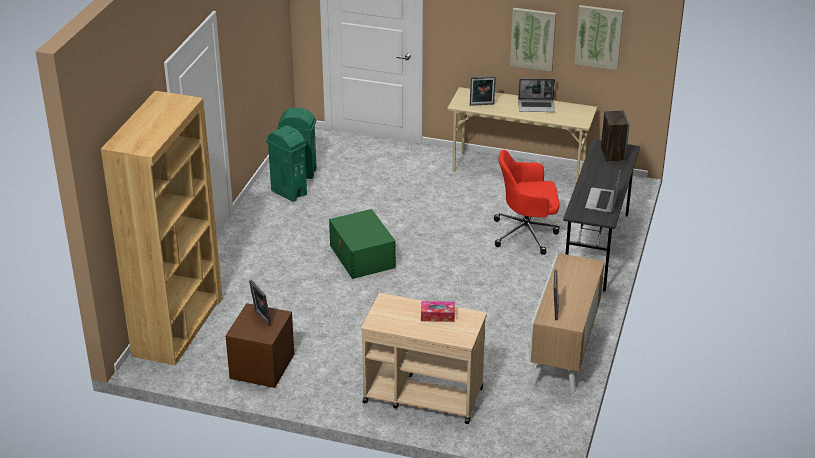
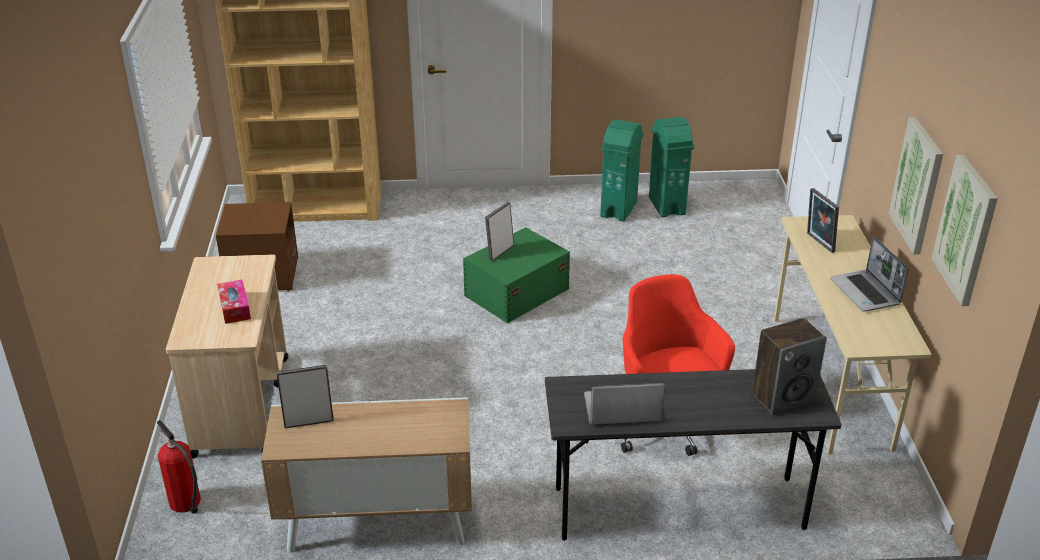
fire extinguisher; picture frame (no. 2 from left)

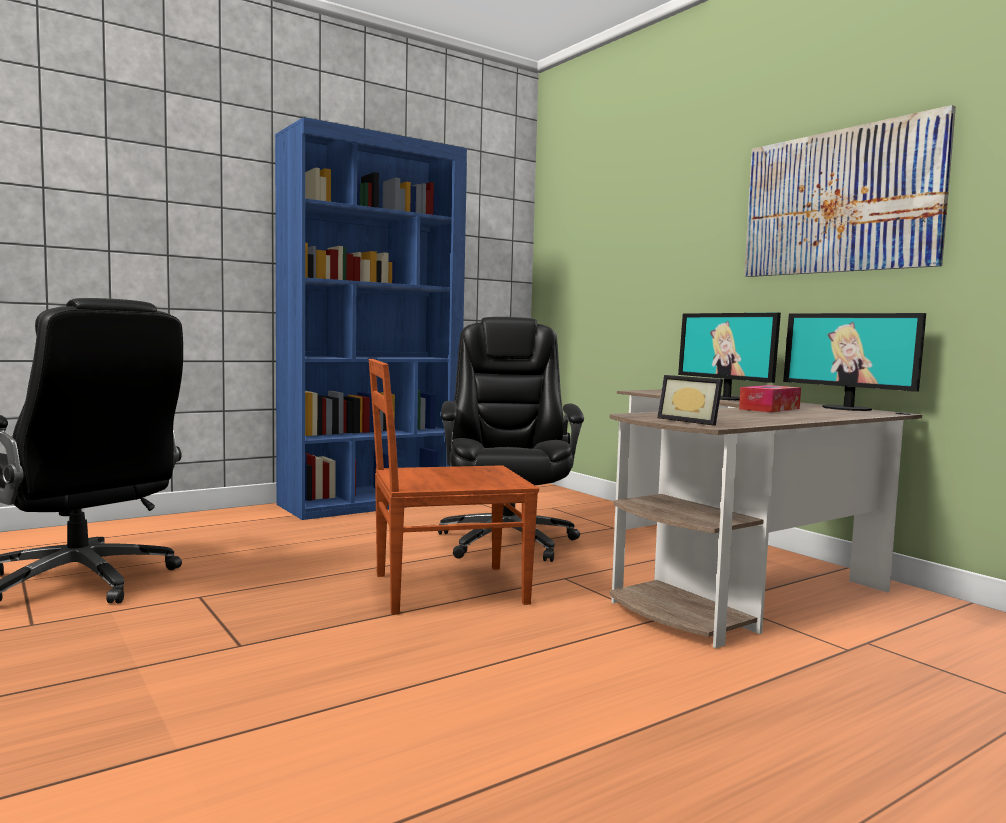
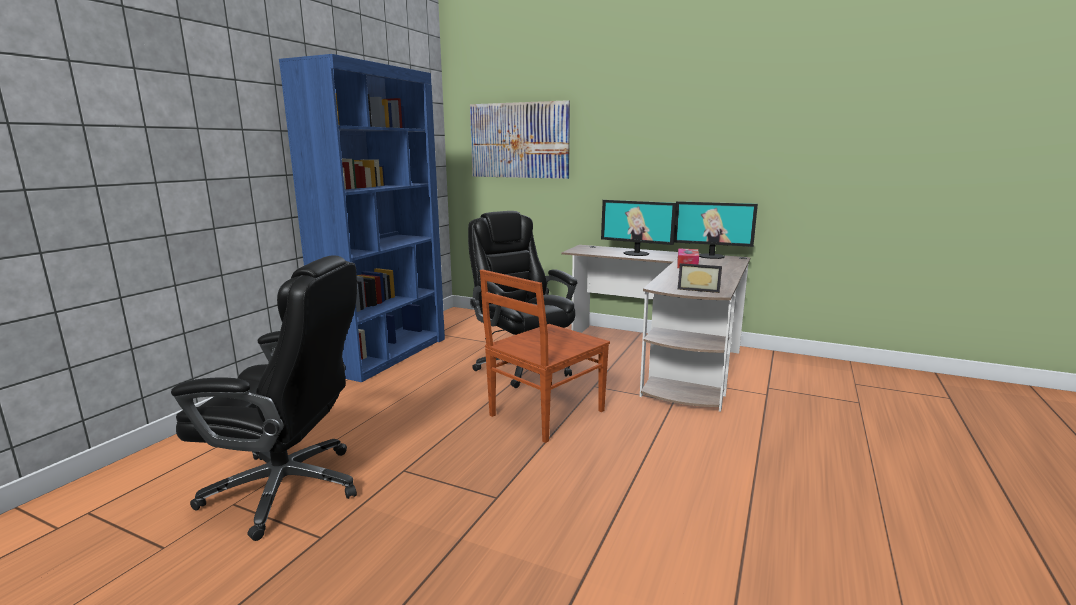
picture

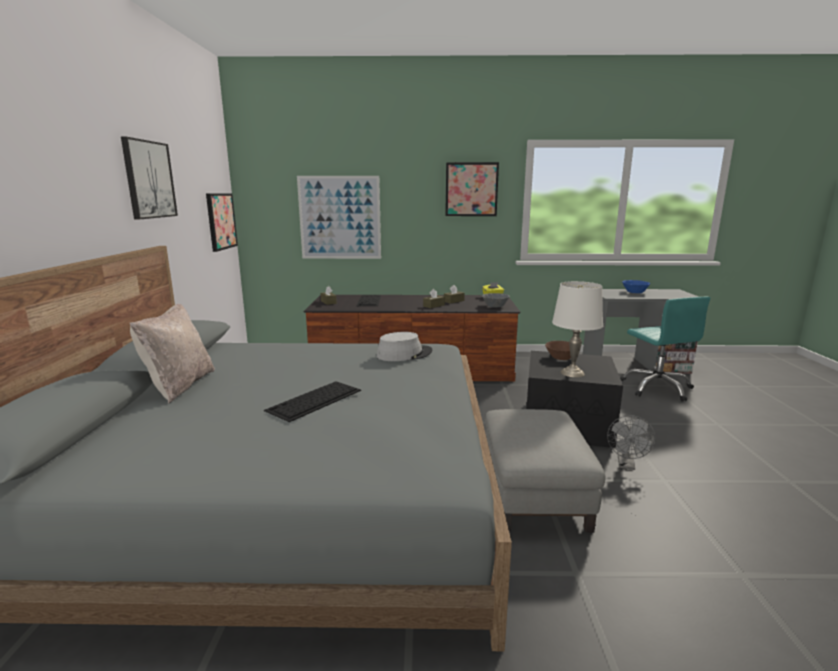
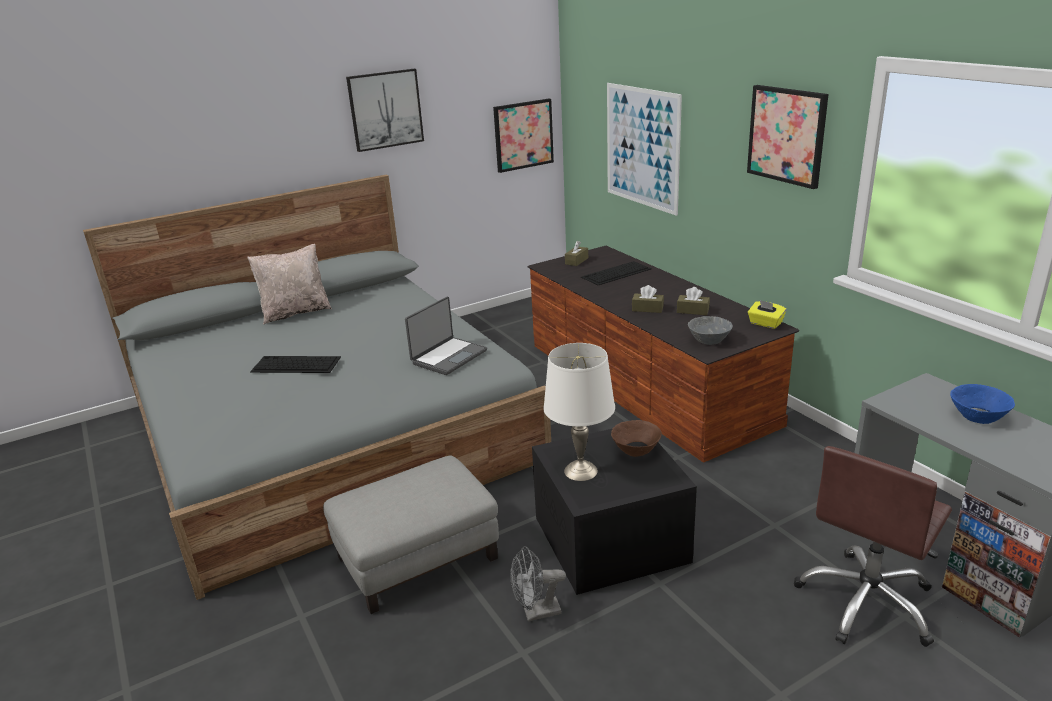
laptop; office chair in brown

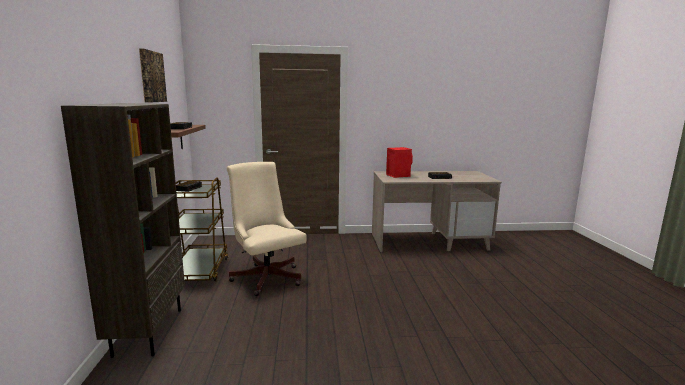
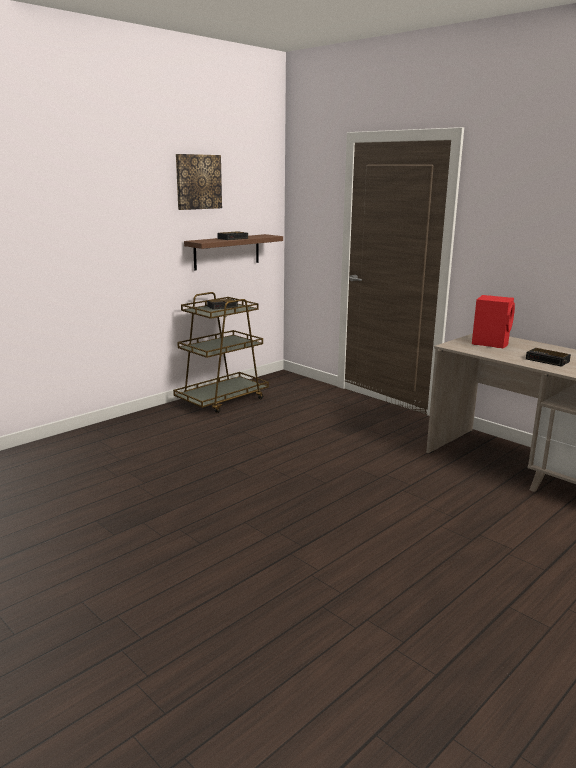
bookcase in brown; office chair in beige

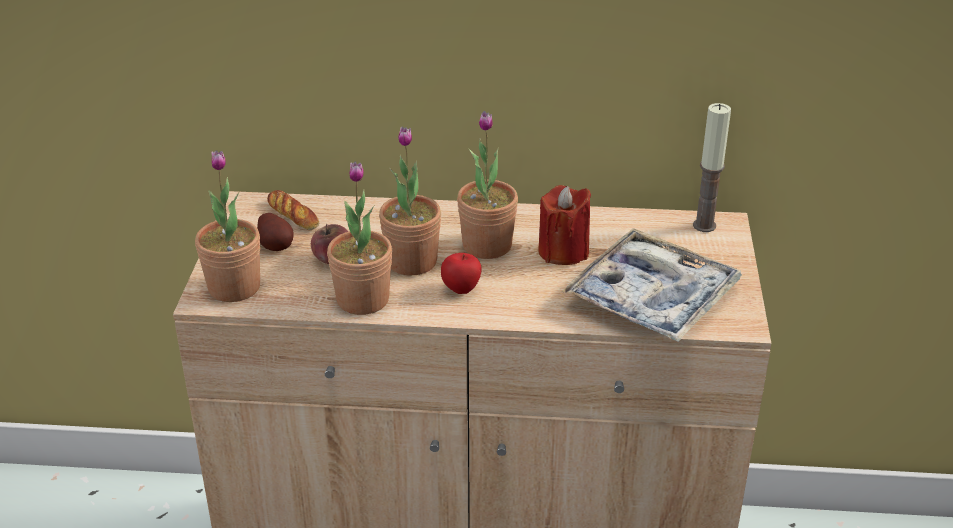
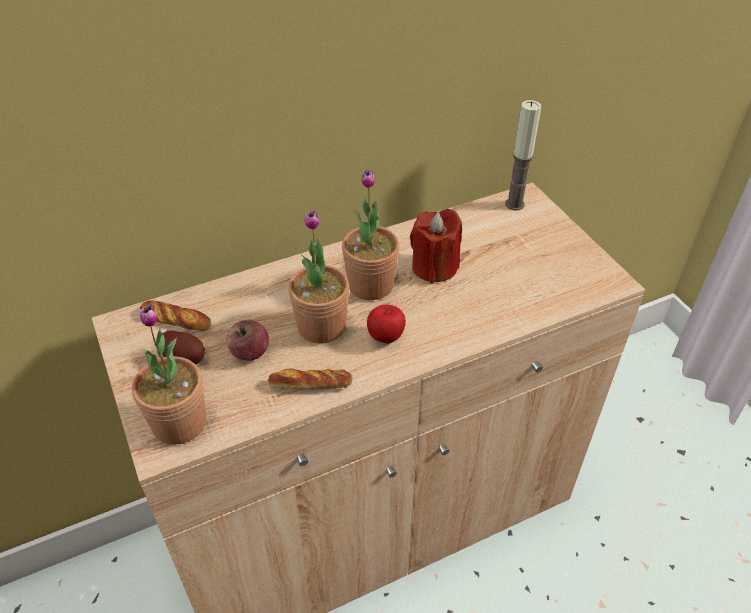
bread (no. 2 from left); tray

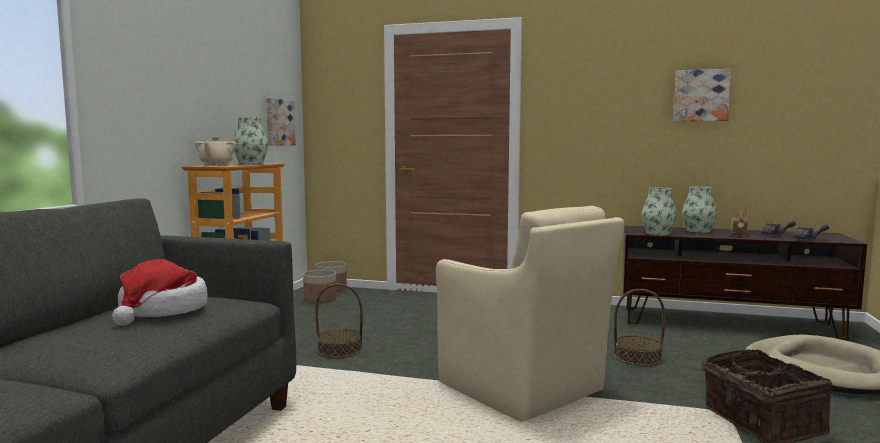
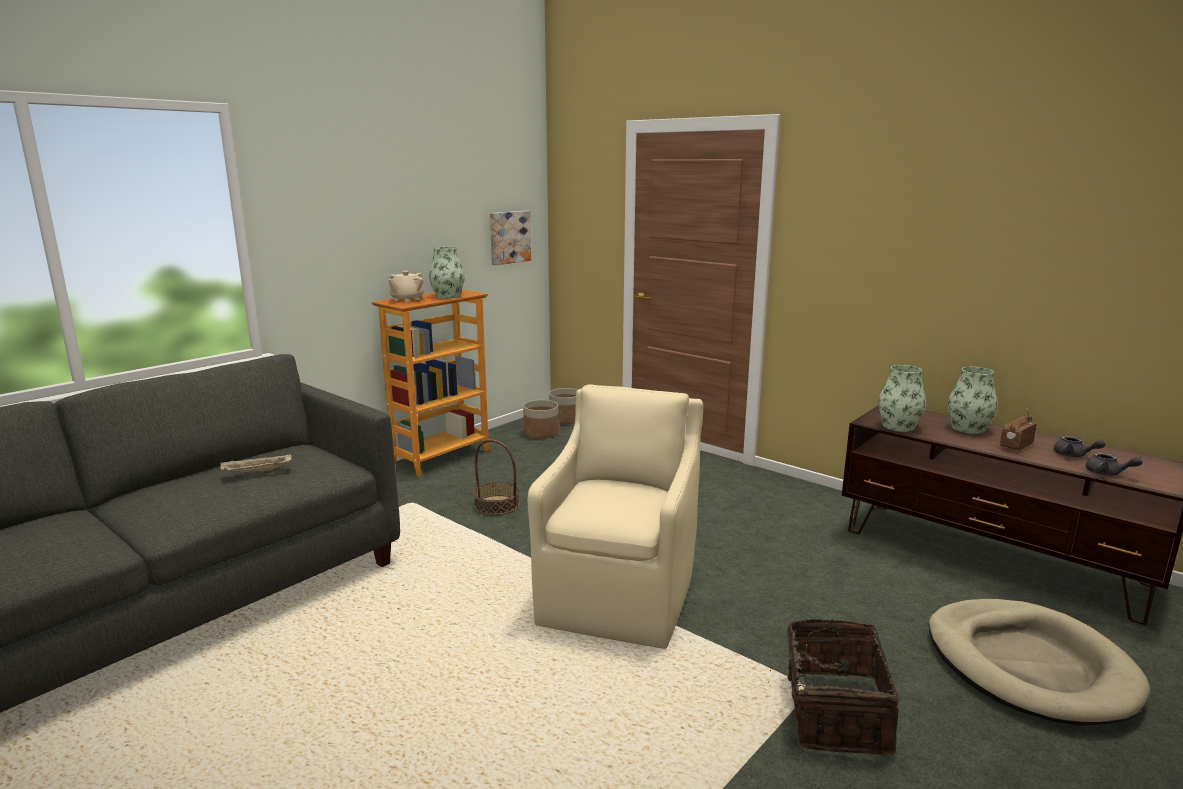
tray in beige; armchair in beige; basket (no. 2 from left in the first image); picture (no. 2 from left in the first image)

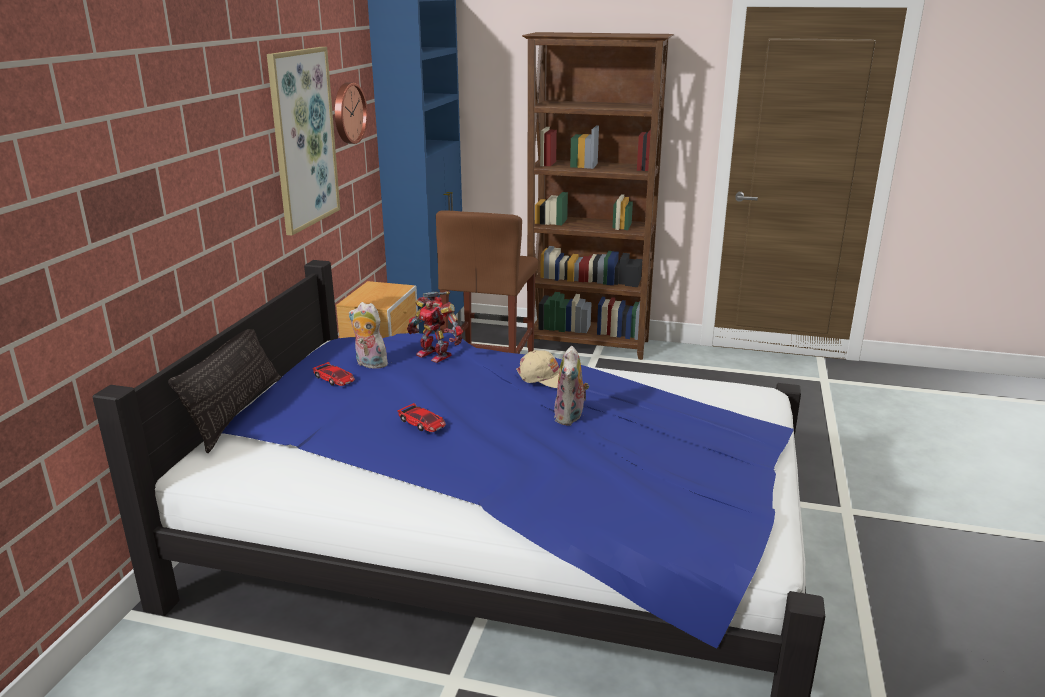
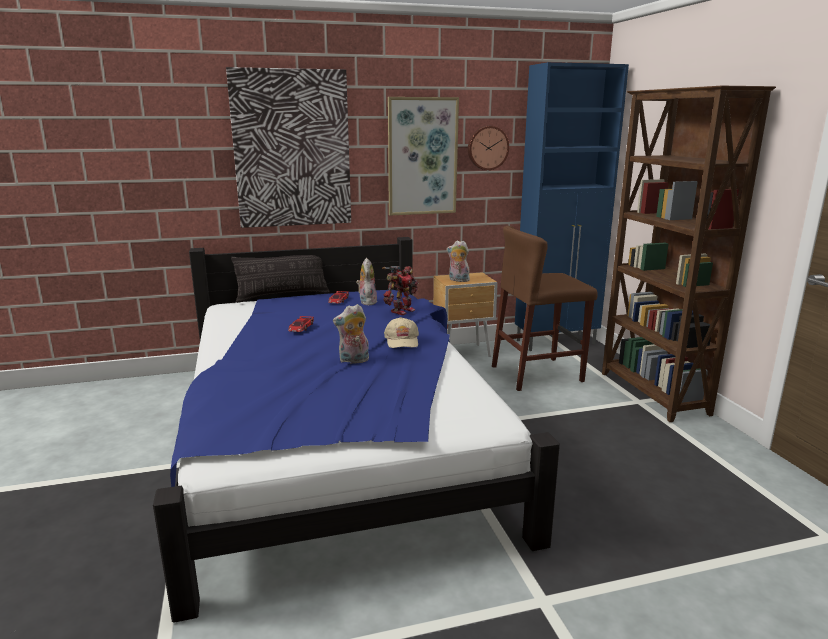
picture (no. 1 from left); toy robot; plush toy (no. 3 from left)

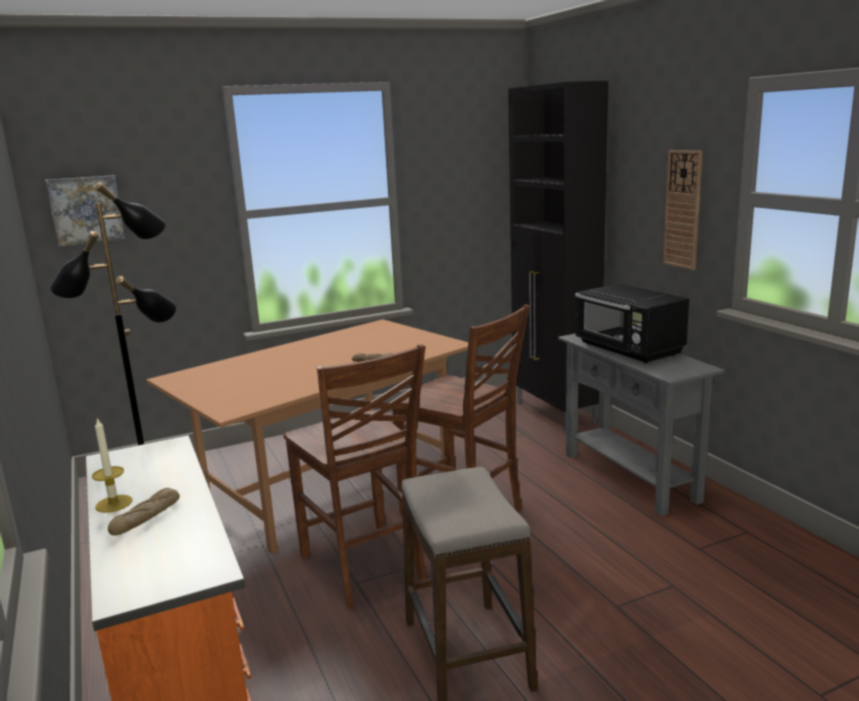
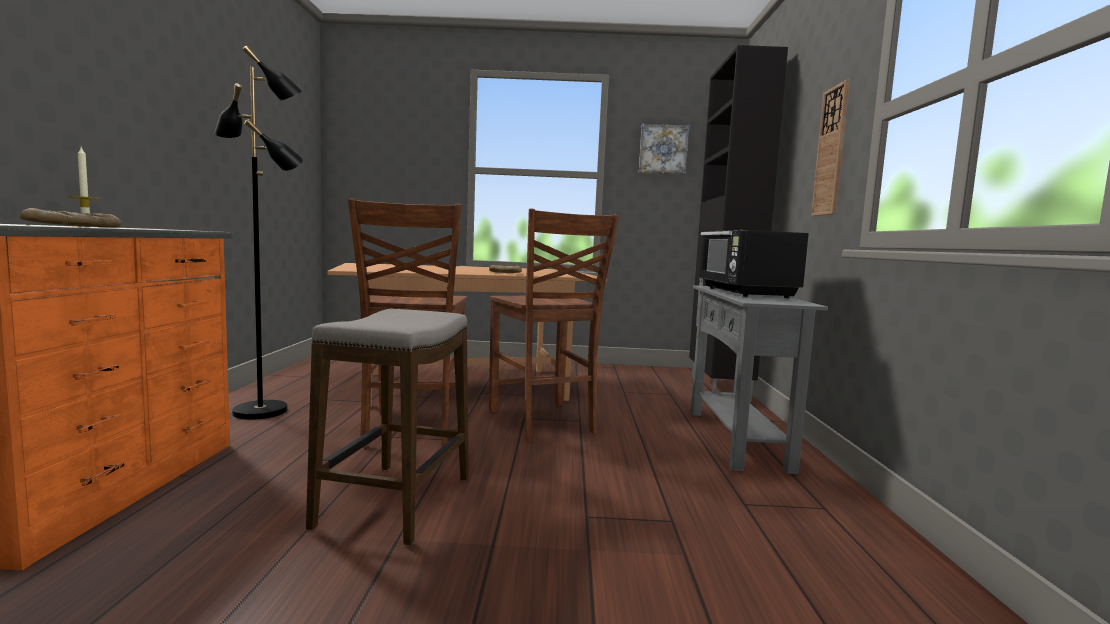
picture

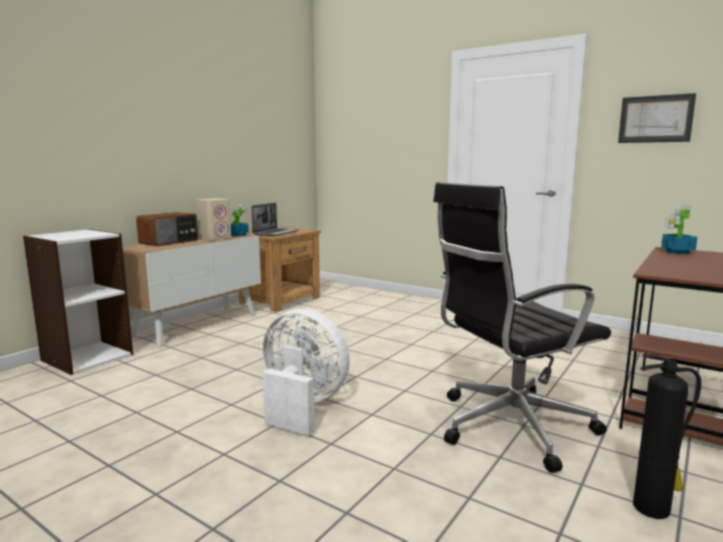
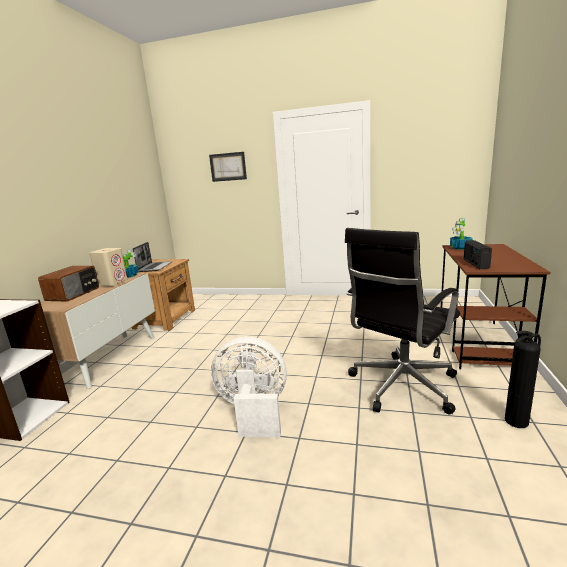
picture; radio (no. 2 from left)

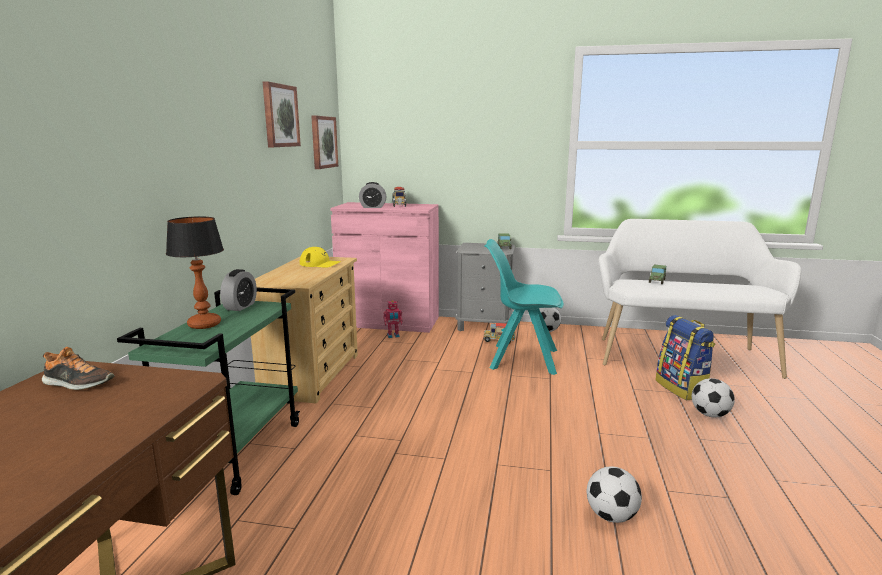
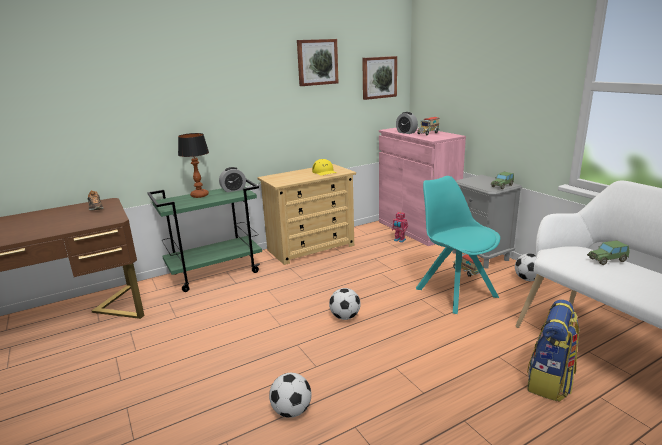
football (no. 2 from left)

